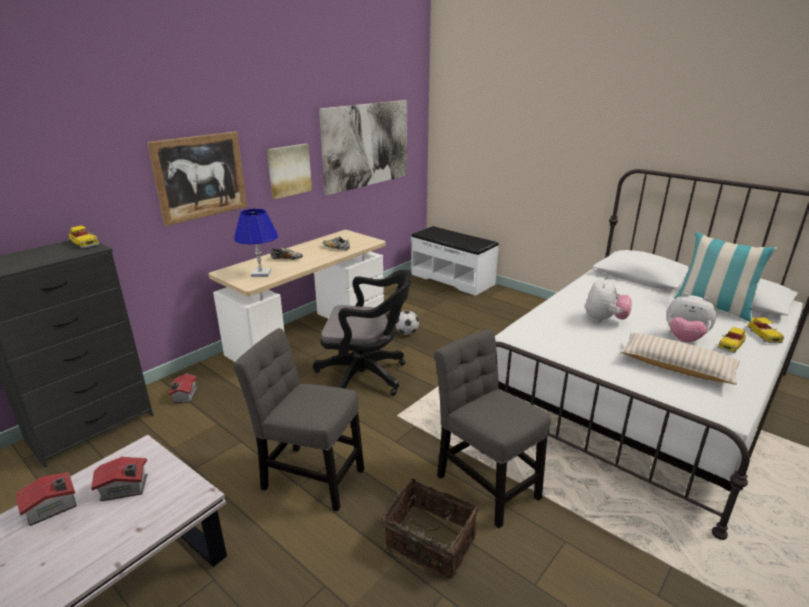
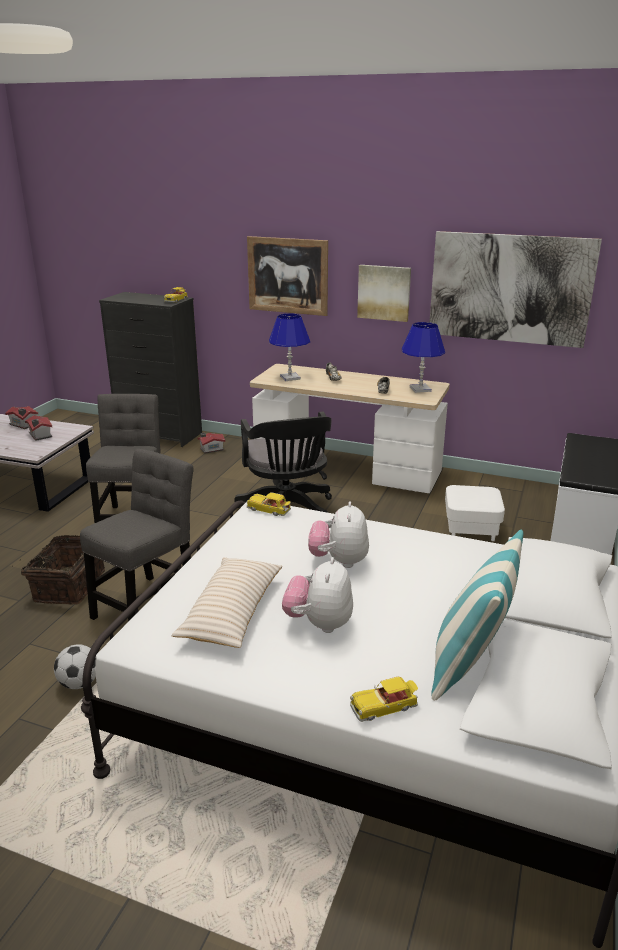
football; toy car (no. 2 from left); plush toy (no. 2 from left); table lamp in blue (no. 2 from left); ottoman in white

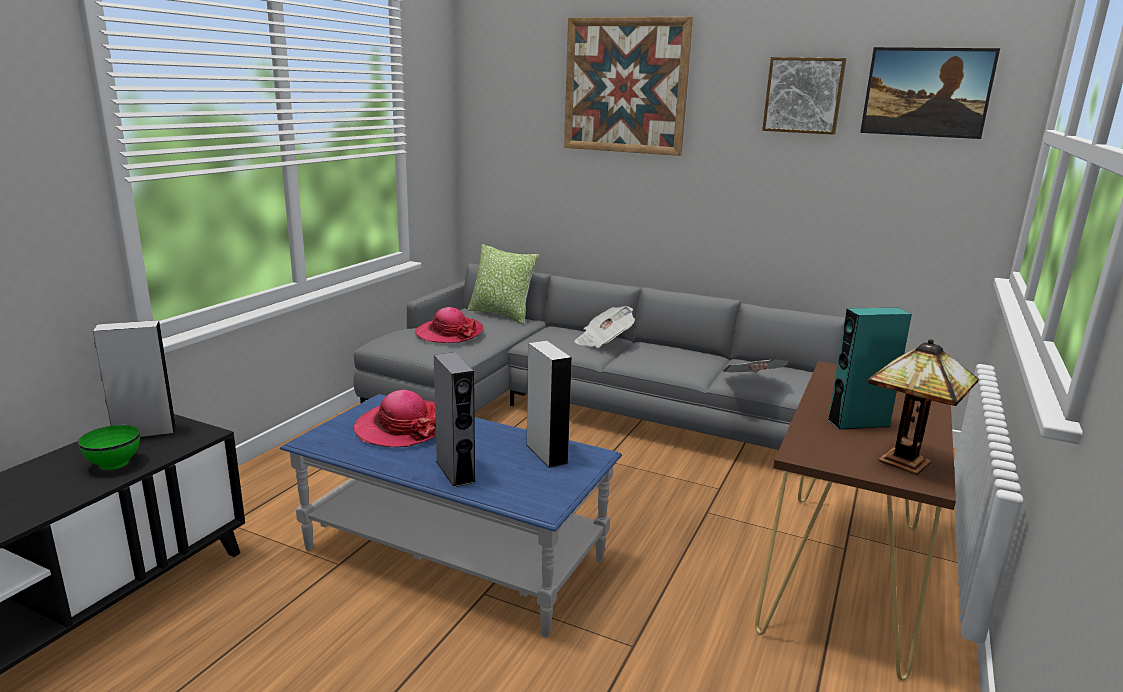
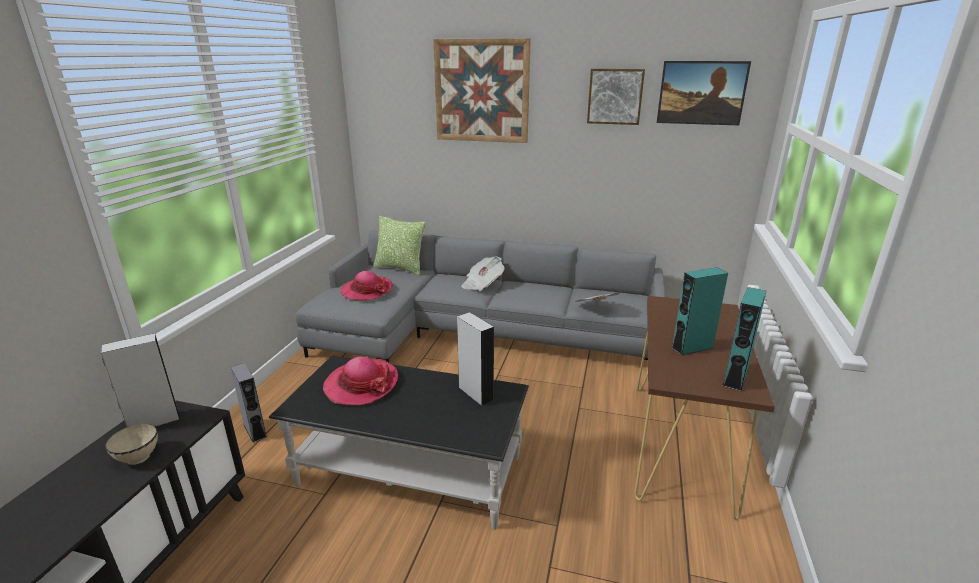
bowl in beige; speaker in grey (no. 2 from left); coffee table in black; speaker in turquoise (no. 2 from left)

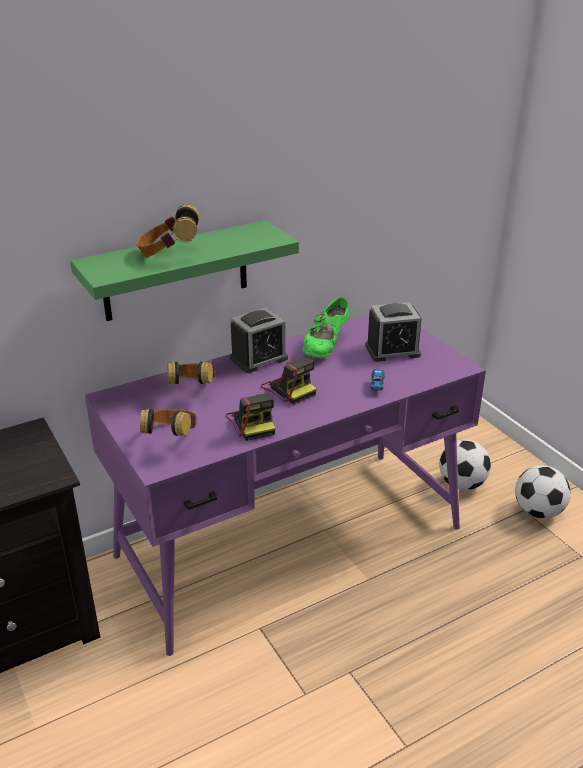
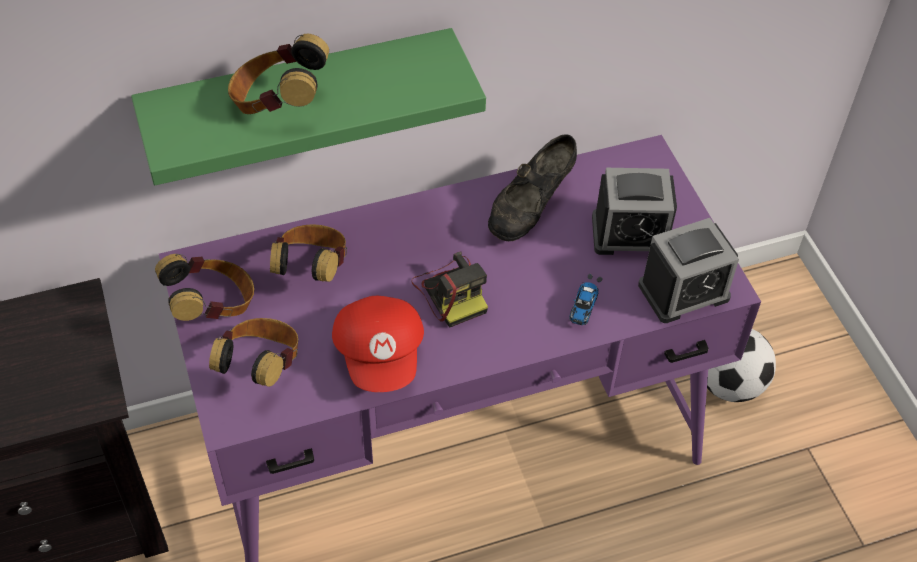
headphones (no. 1 from left); cap in red; shoe in black; alarm clock (no. 2 from left); football (no. 2 from left in the first image)

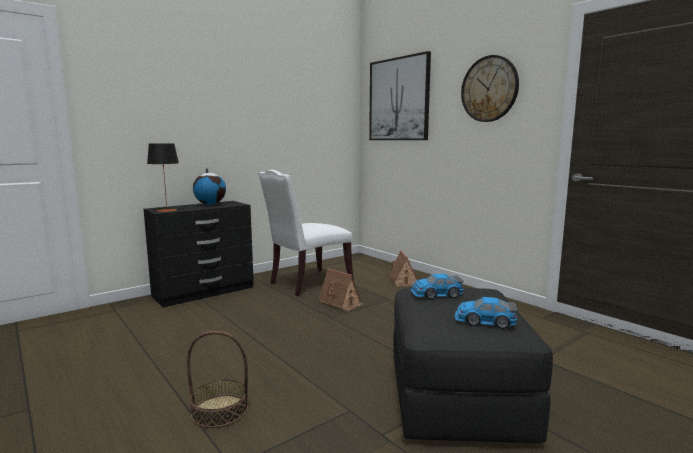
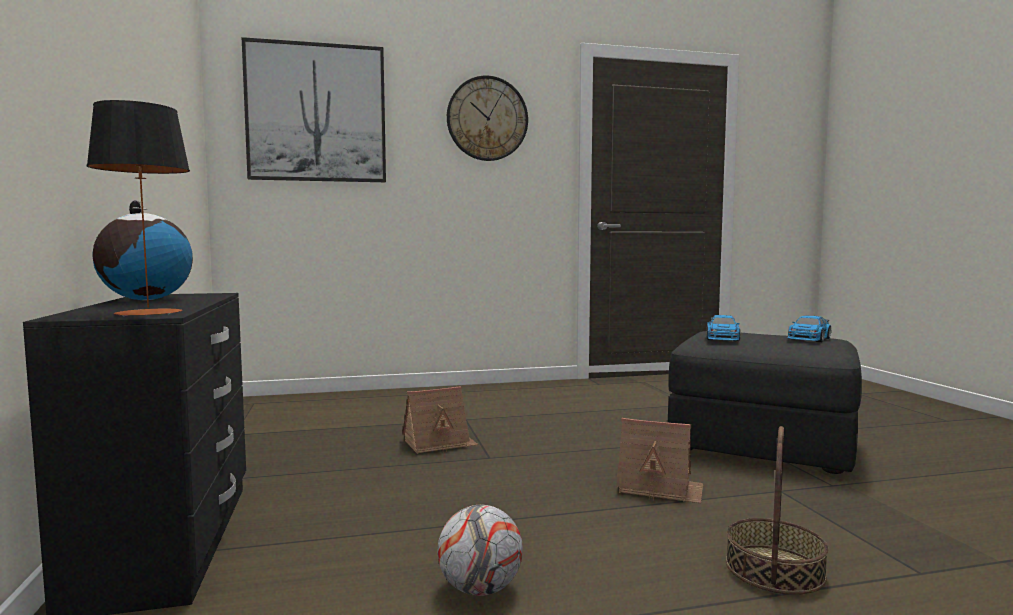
football; toy house (no. 2 from left); chair in white

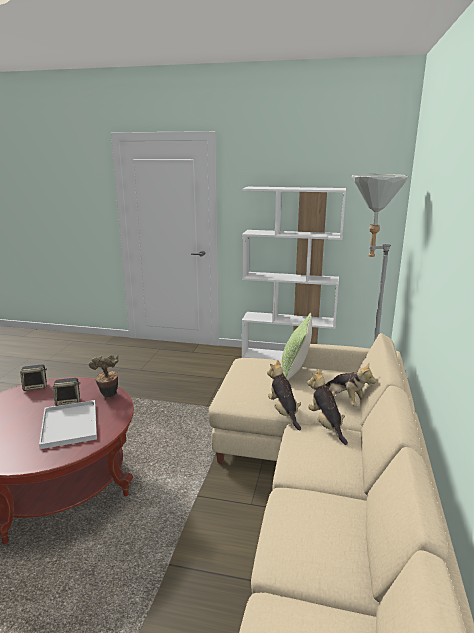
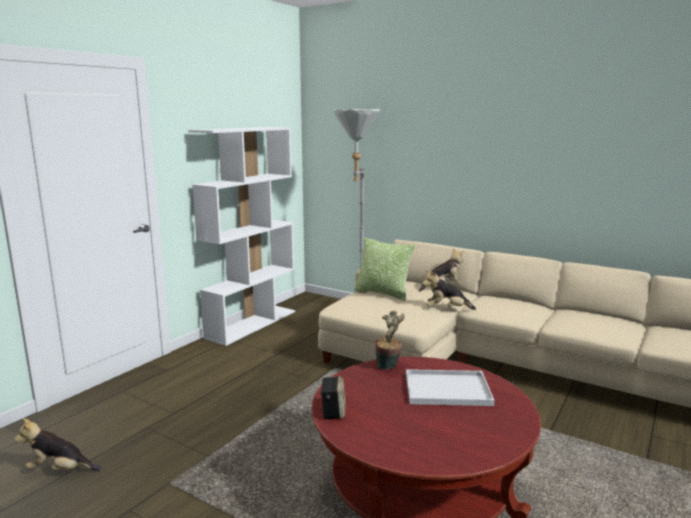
plush toy (no. 1 from left); speaker (no. 2 from left in the first image)

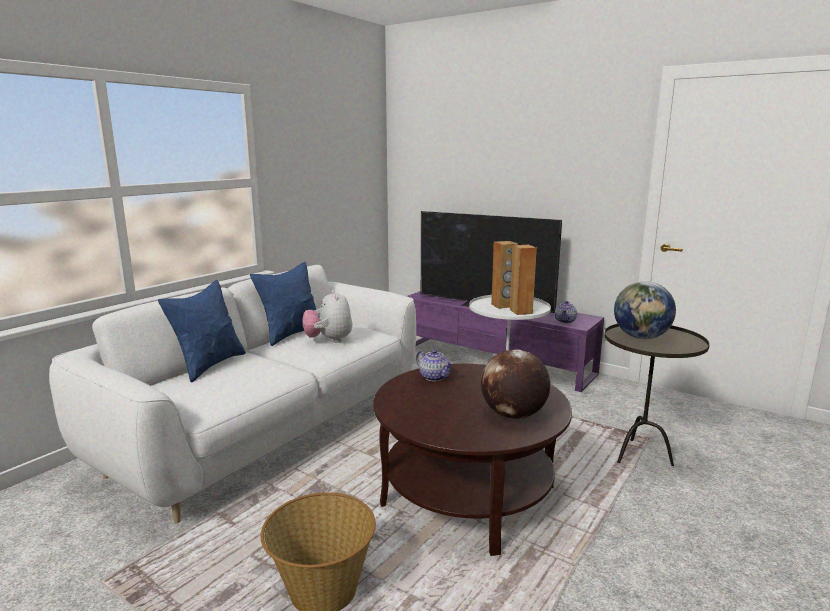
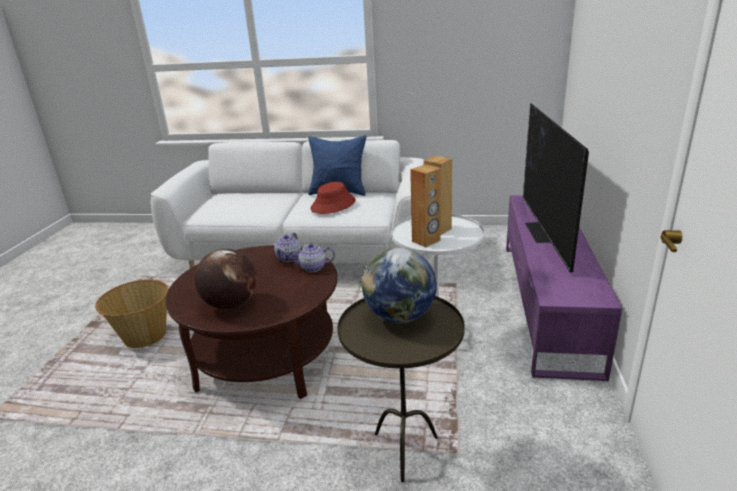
teapot (no. 2 from left); hat in red; pillow in blue (no. 1 from left in the first image)

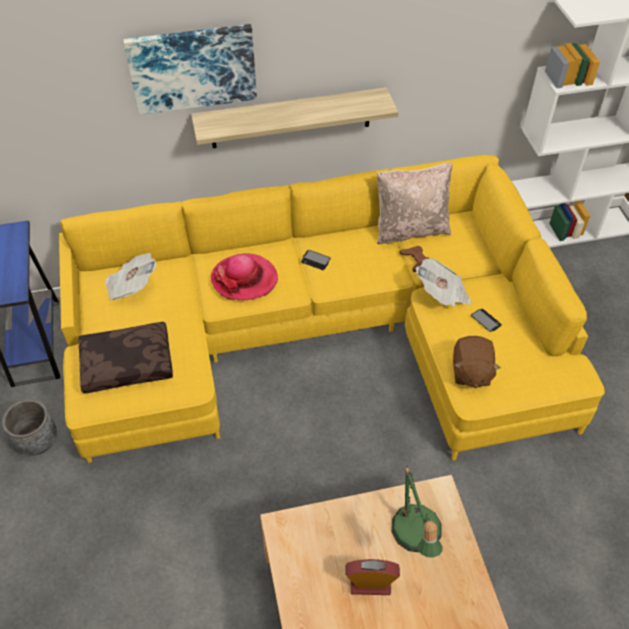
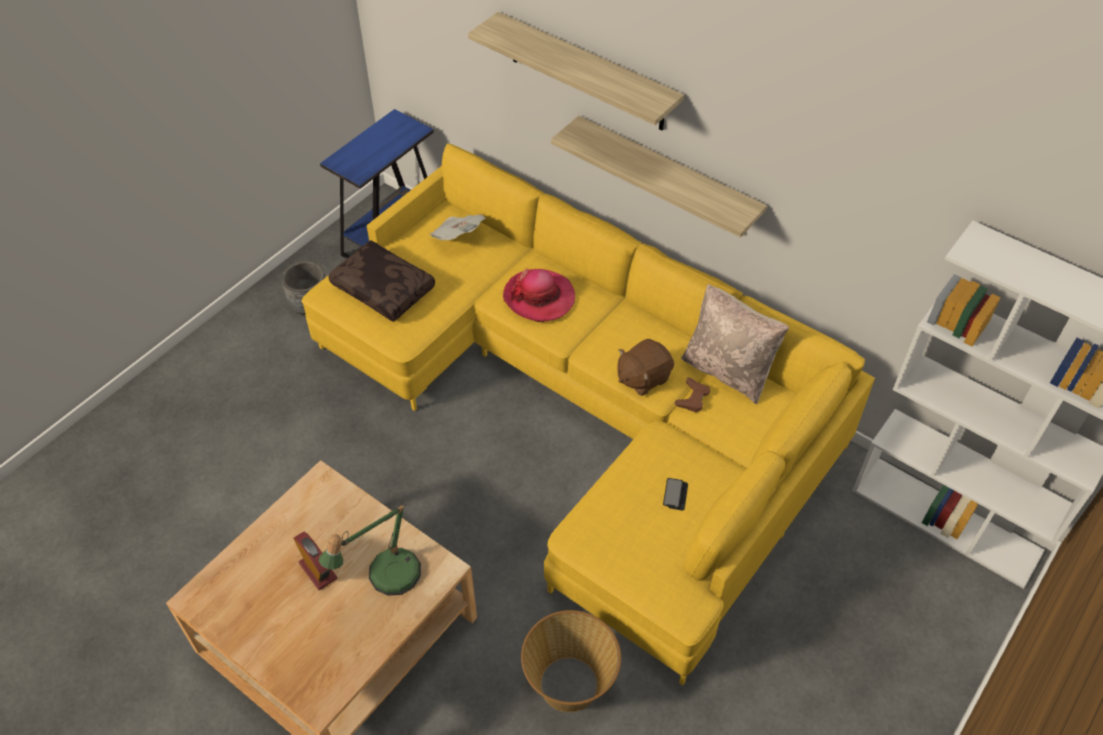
shelf (no. 1 from left); basket; plush toy in brown; phone (no. 1 from left in the first image); newspaper (no. 2 from left in the first image)

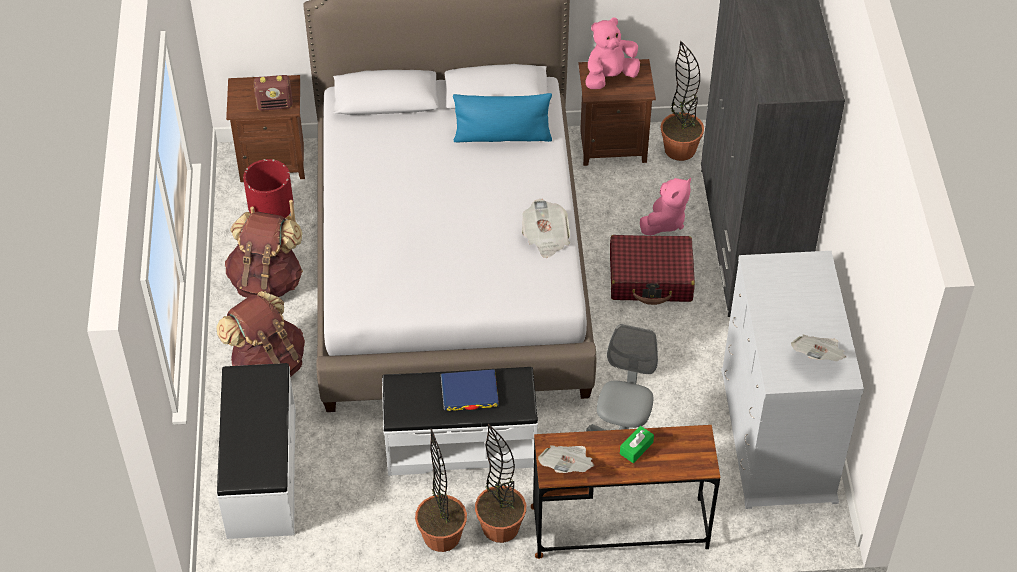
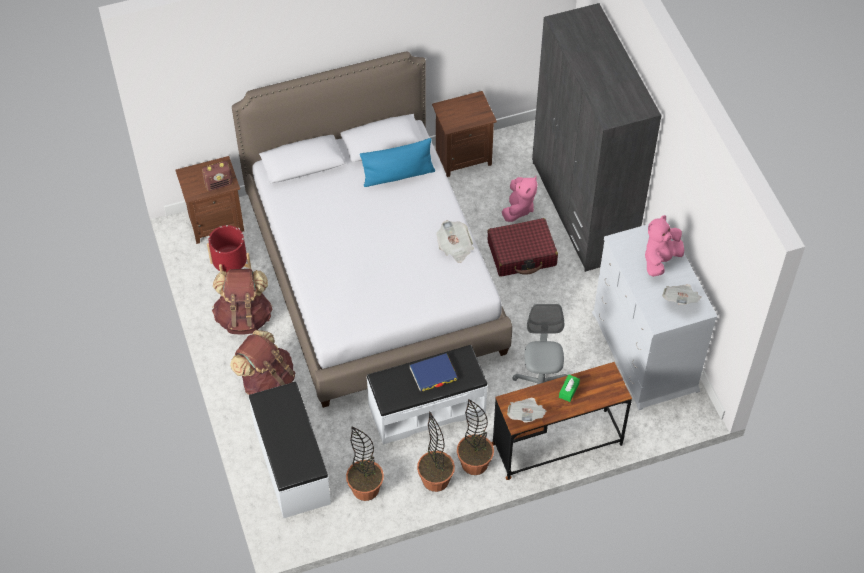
potted plant (no. 1 from left); plush toy in pink (no. 2 from left)

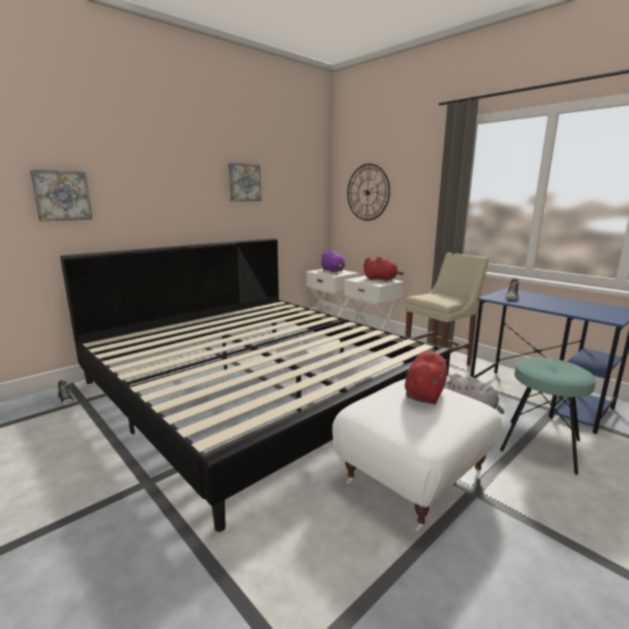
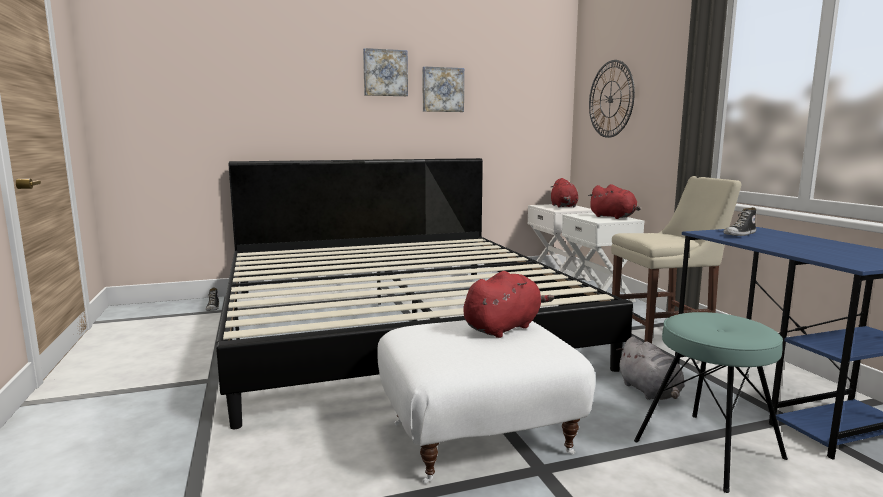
picture (no. 1 from left); plush toy in red (no. 2 from left)

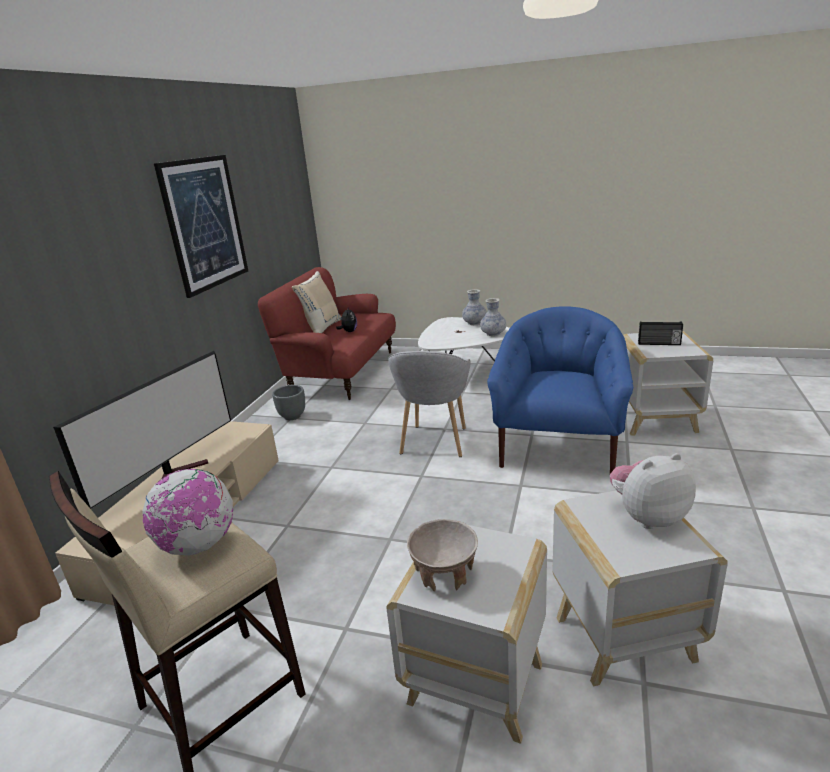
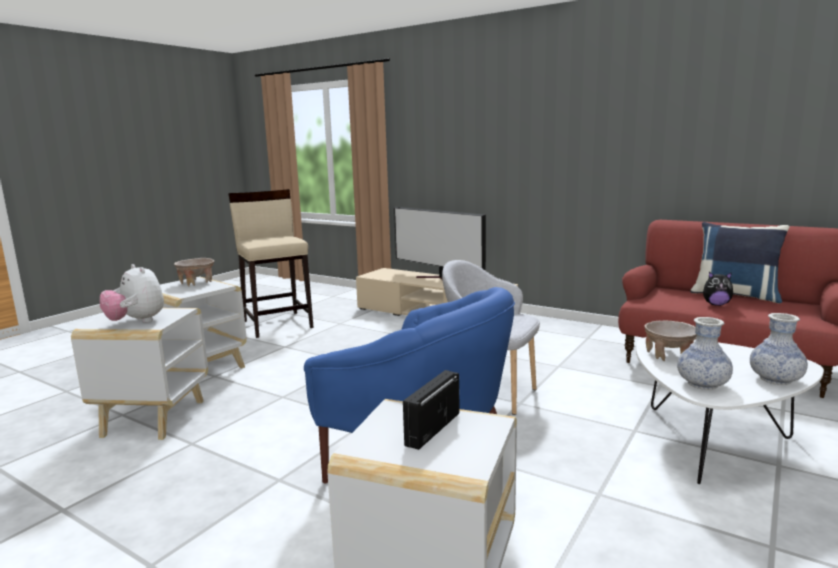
plush toy (no. 1 from left); bowl in beige (no. 2 from left); pillow in blue; globe; picture; planter in grey

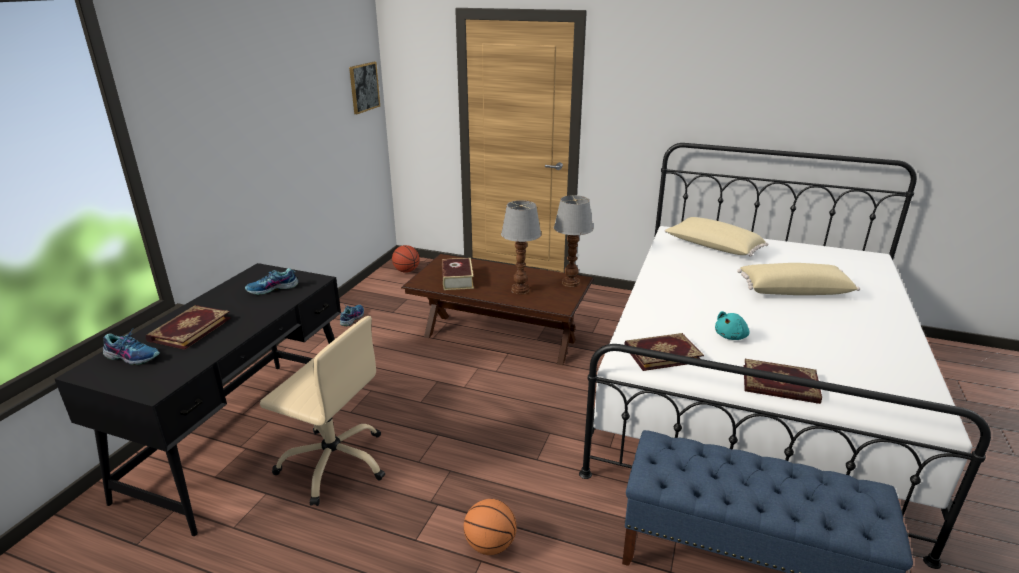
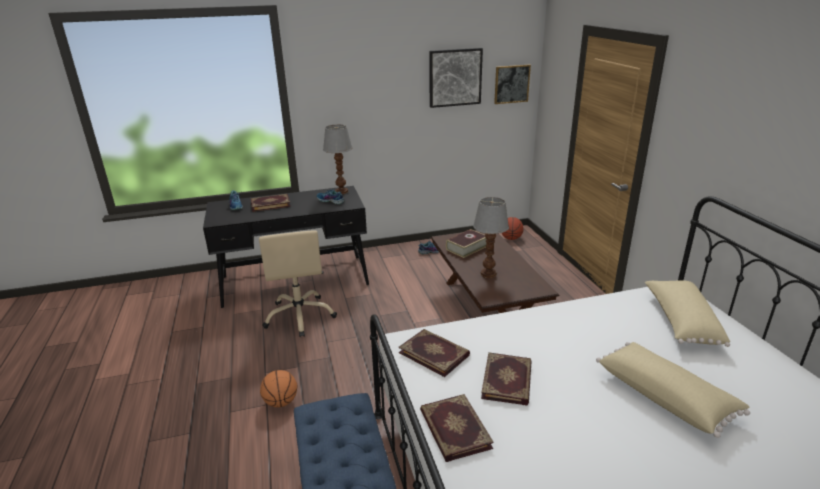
table lamp (no. 1 from left); picture (no. 1 from left); book (no. 5 from left)

